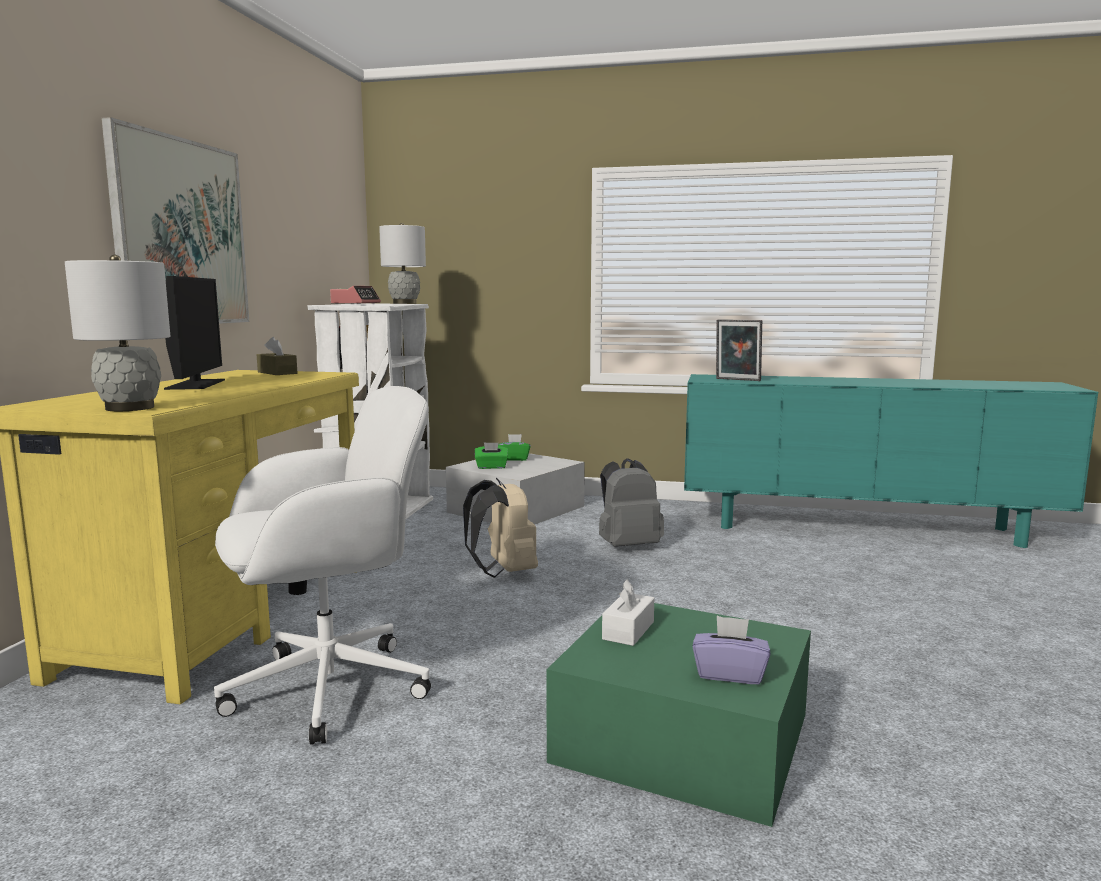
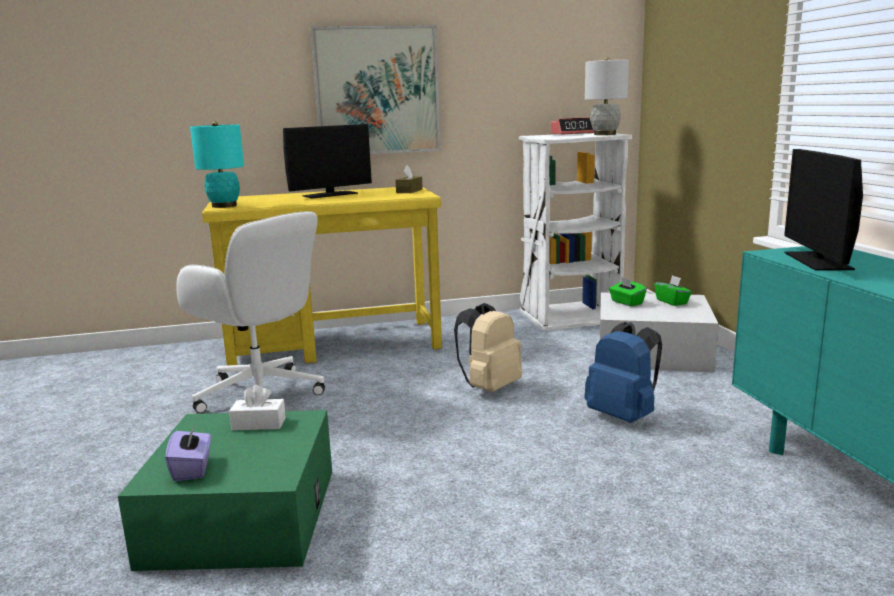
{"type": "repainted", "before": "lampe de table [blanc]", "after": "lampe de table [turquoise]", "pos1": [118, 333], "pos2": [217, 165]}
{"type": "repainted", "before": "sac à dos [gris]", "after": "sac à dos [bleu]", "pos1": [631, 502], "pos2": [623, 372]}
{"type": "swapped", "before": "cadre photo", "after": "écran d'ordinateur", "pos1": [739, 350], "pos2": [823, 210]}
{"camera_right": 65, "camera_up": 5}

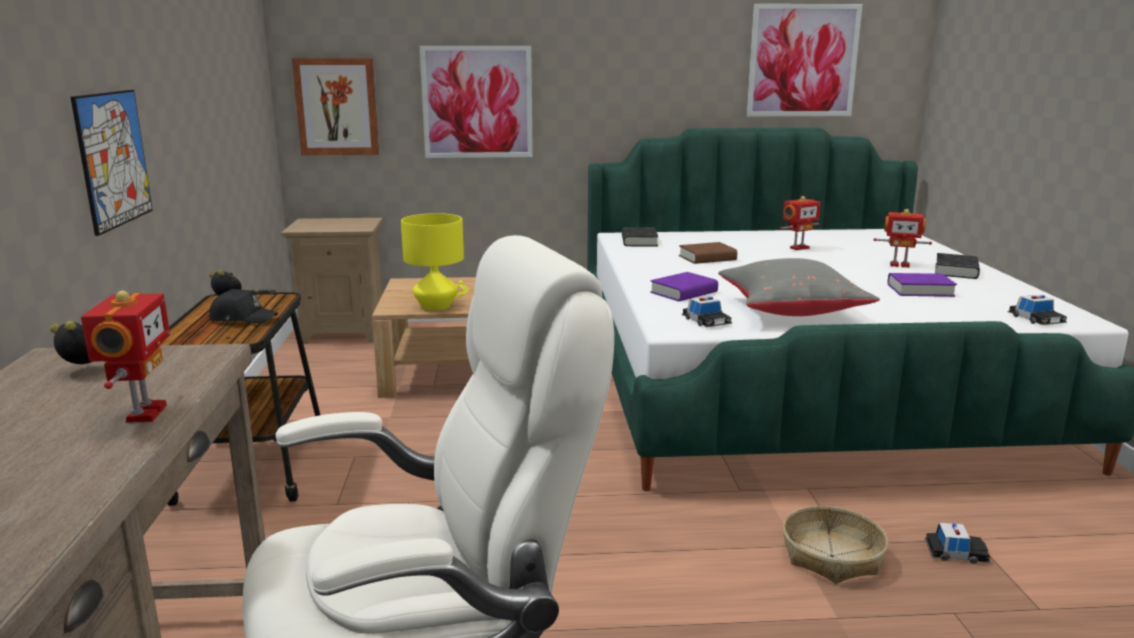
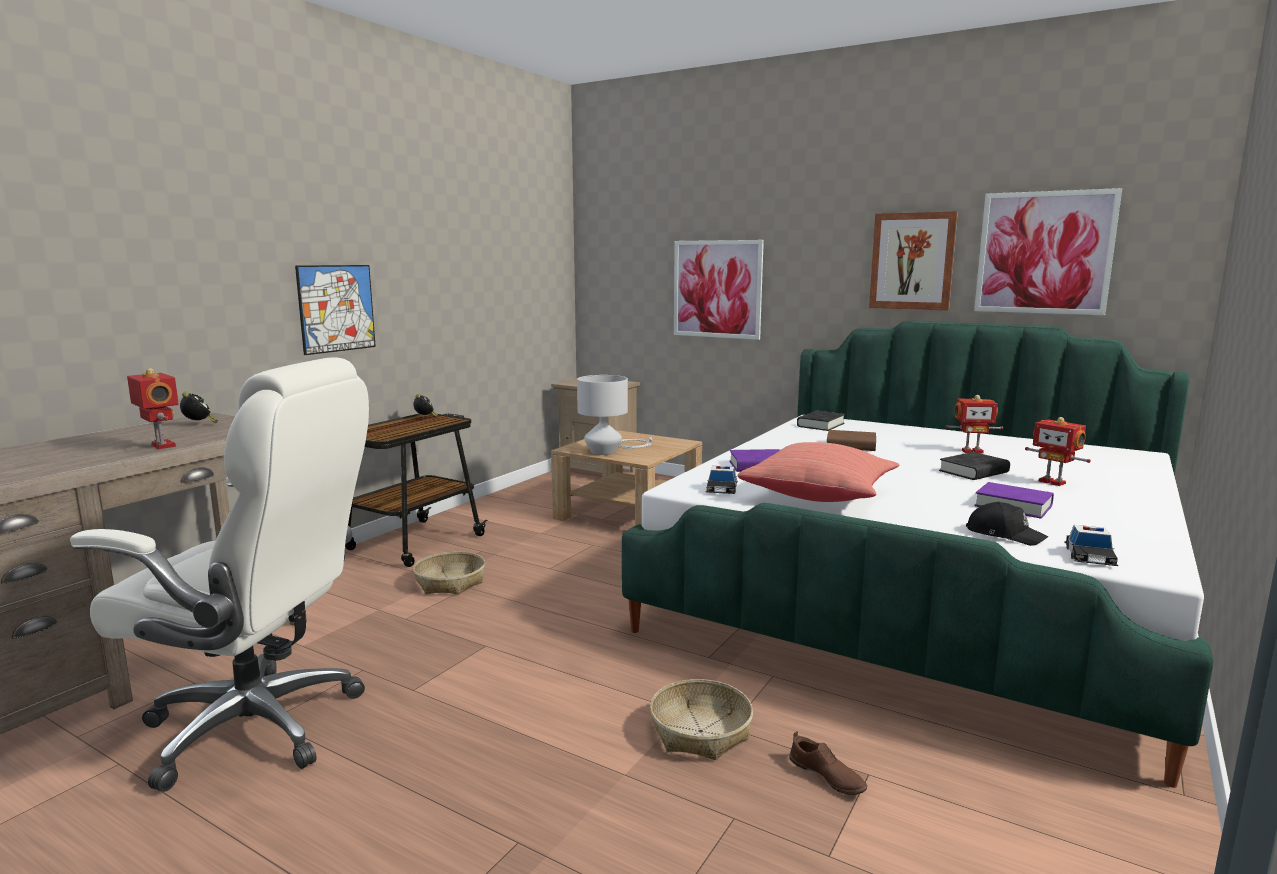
{"type": "rotated", "before": "robot jouet", "pos1": [125, 357], "pos2": [153, 408], "turn": -75}
{"type": "shifted", "before": "casquette [noir]", "pos1": [243, 306], "pos2": [1007, 524]}
{"type": "shifted", "before": "tableau", "pos1": [335, 106], "pos2": [913, 260]}
{"type": "repainted", "before": "lampe de table [jaune]", "after": "lampe de table [blanc]", "pos1": [435, 262], "pos2": [614, 415]}
{"type": "repainted", "before": "coussin [gris]", "after": "coussin [rouge]", "pos1": [799, 287], "pos2": [818, 472]}
{"type": "swapped", "before": "petite voiture", "after": "chaussure [marron]", "pos1": [957, 543], "pos2": [828, 763]}
{"type": "shifted", "before": "livre [noir]", "pos1": [957, 266], "pos2": [974, 466]}
{"type": "new", "after": "panier", "pos2": [449, 573]}
{"camera_right": 35, "camera_up": -5}

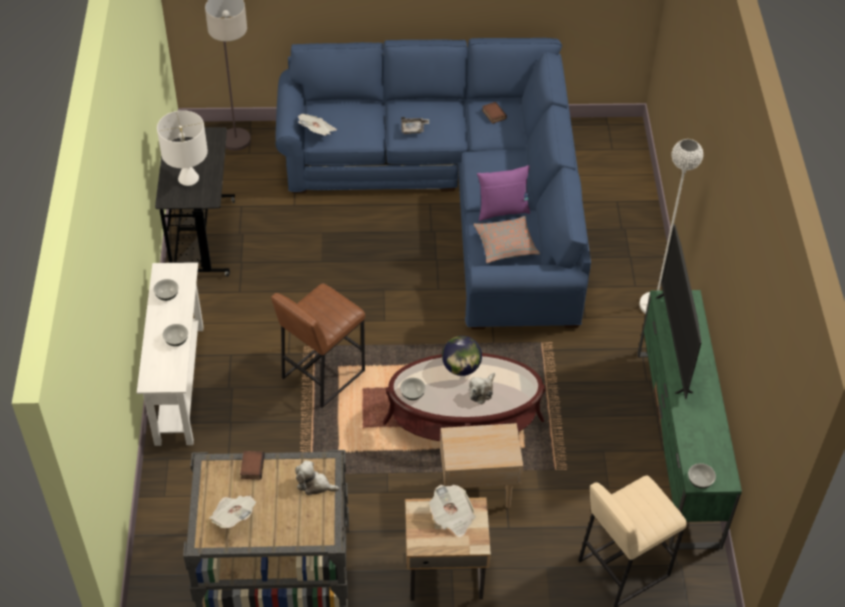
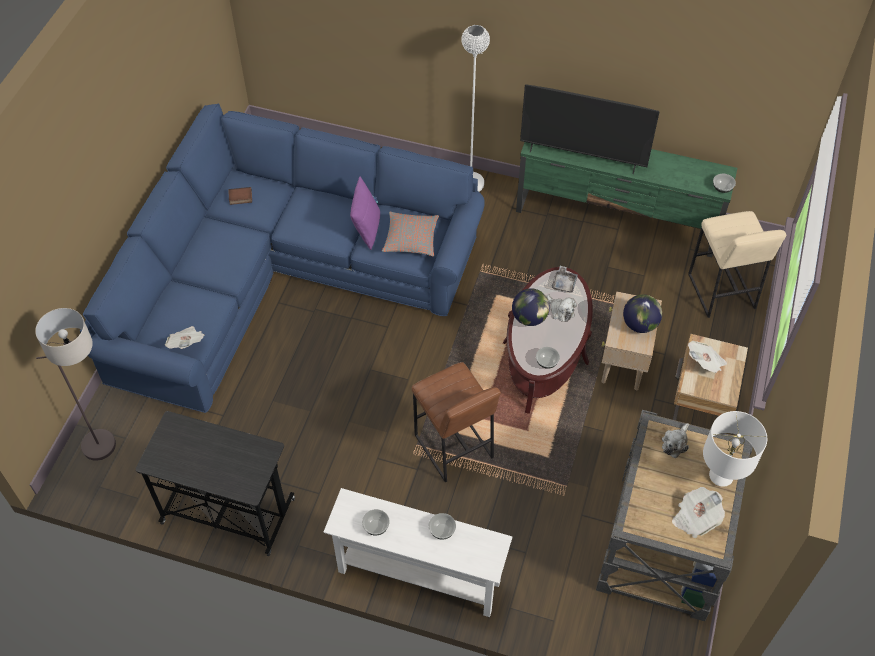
{"type": "shifted", "before": "lampe de table [blanc]", "pos1": [182, 148], "pos2": [735, 449]}
{"type": "gone", "before": "livre", "pos1": [252, 465]}
{"type": "shifted", "before": "plateau [gris]", "pos1": [415, 125], "pos2": [565, 279]}
{"type": "new", "after": "globe", "pos2": [642, 313]}
{"camera_right": -70, "camera_up": 5}

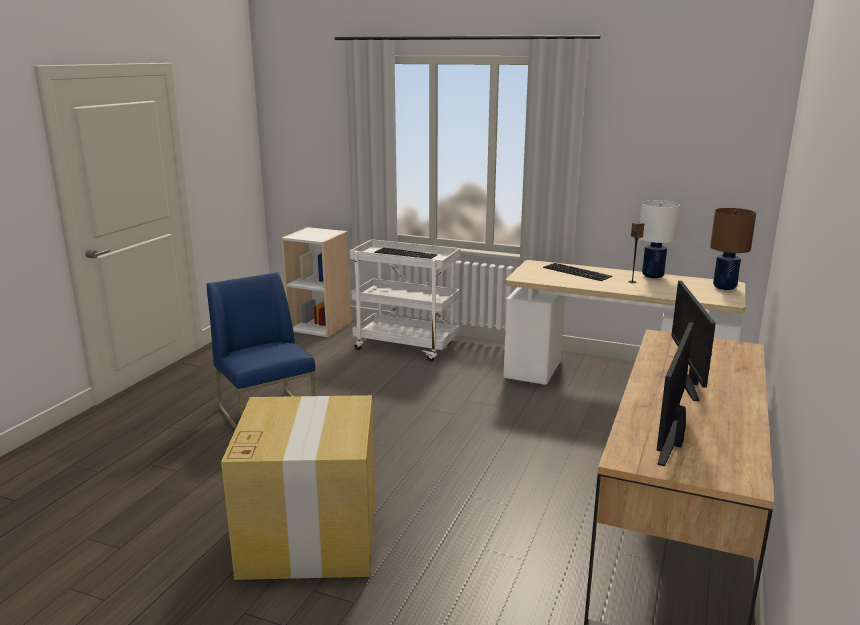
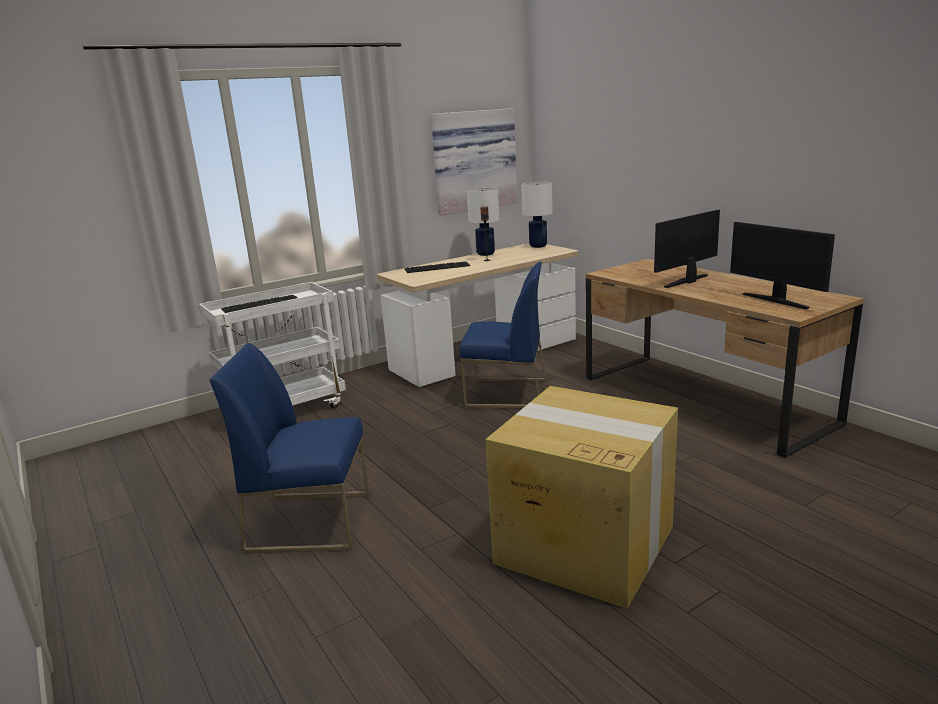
{"type": "gone", "before": "bibliothèque", "pos1": [316, 282]}
{"type": "rotated", "before": "écran d'ordinateur", "pos1": [693, 341], "pos2": [687, 249], "turn": 105}
{"type": "repainted", "before": "lampe de table [marron]", "after": "lampe de table [blanc]", "pos1": [733, 249], "pos2": [537, 215]}
{"type": "new", "after": "tableau", "pos2": [474, 161]}
{"type": "new", "after": "chaise [bleu]", "pos2": [503, 335]}
{"camera_right": -55, "camera_up": 0}

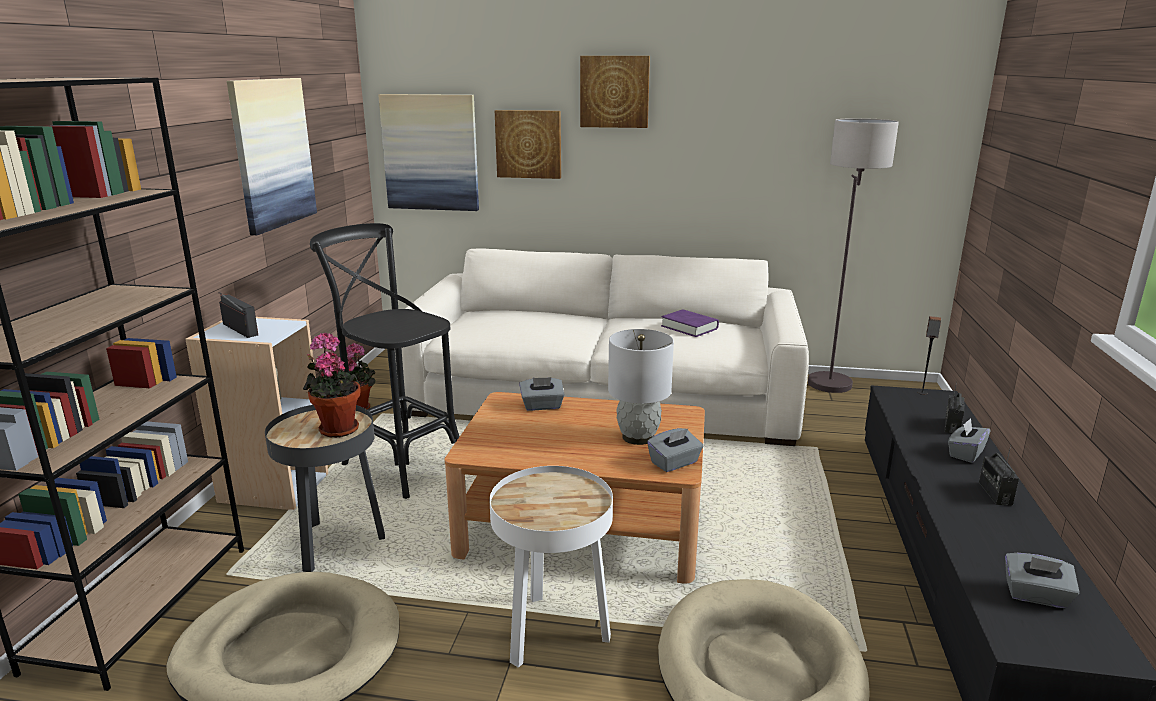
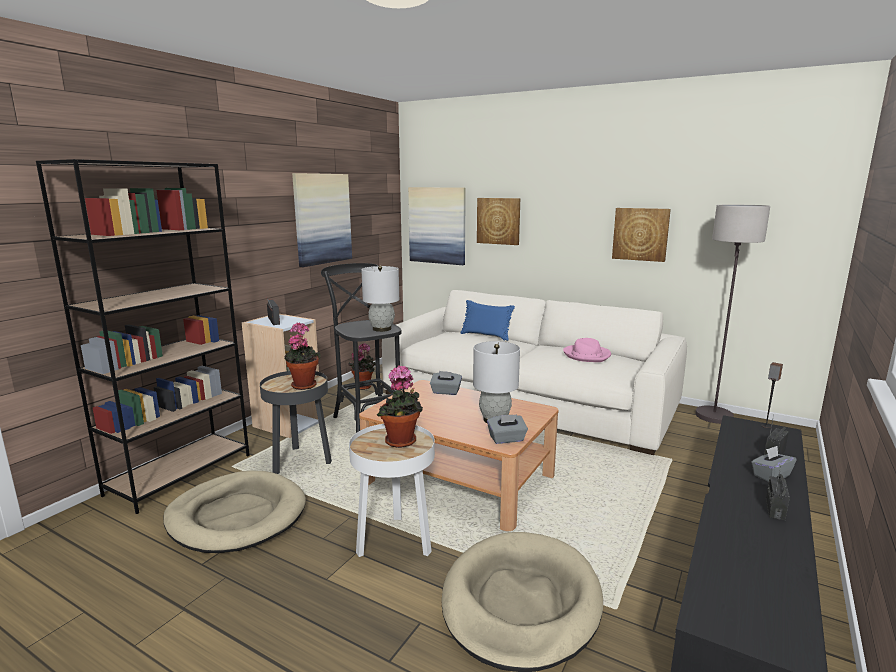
{"type": "shifted", "before": "tableau", "pos1": [615, 92], "pos2": [641, 235]}
{"type": "swapped", "before": "livre [violet]", "after": "chapeau [rose]", "pos1": [690, 323], "pos2": [587, 350]}
{"type": "gone", "before": "boîte à mouchoirs [gris]", "pos1": [1042, 580]}
{"type": "new", "after": "lampe de table [blanc]", "pos2": [380, 299]}
{"type": "new", "after": "plante en pot", "pos2": [400, 406]}
{"type": "new", "after": "coussin [bleu]", "pos2": [488, 320]}
{"camera_right": 20, "camera_up": -5}

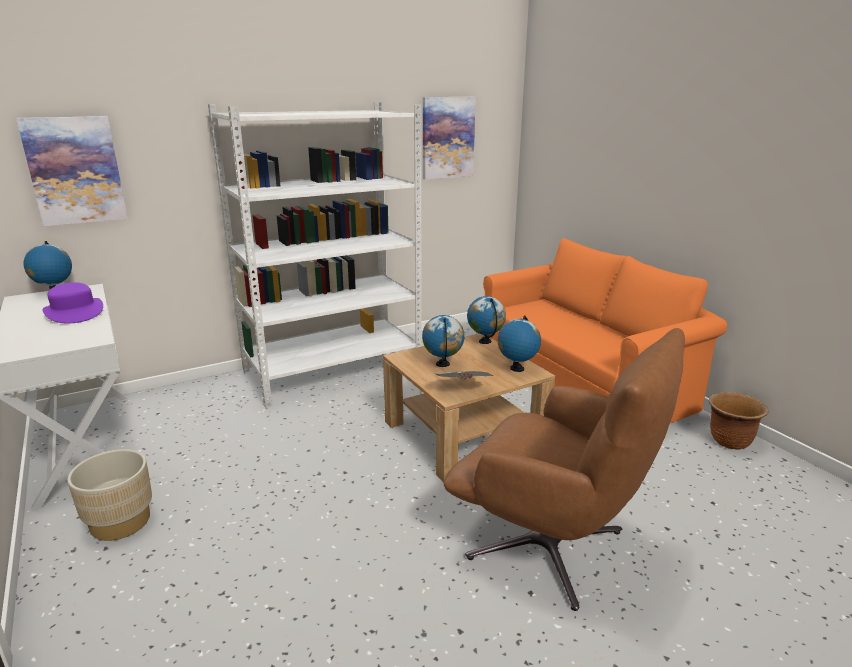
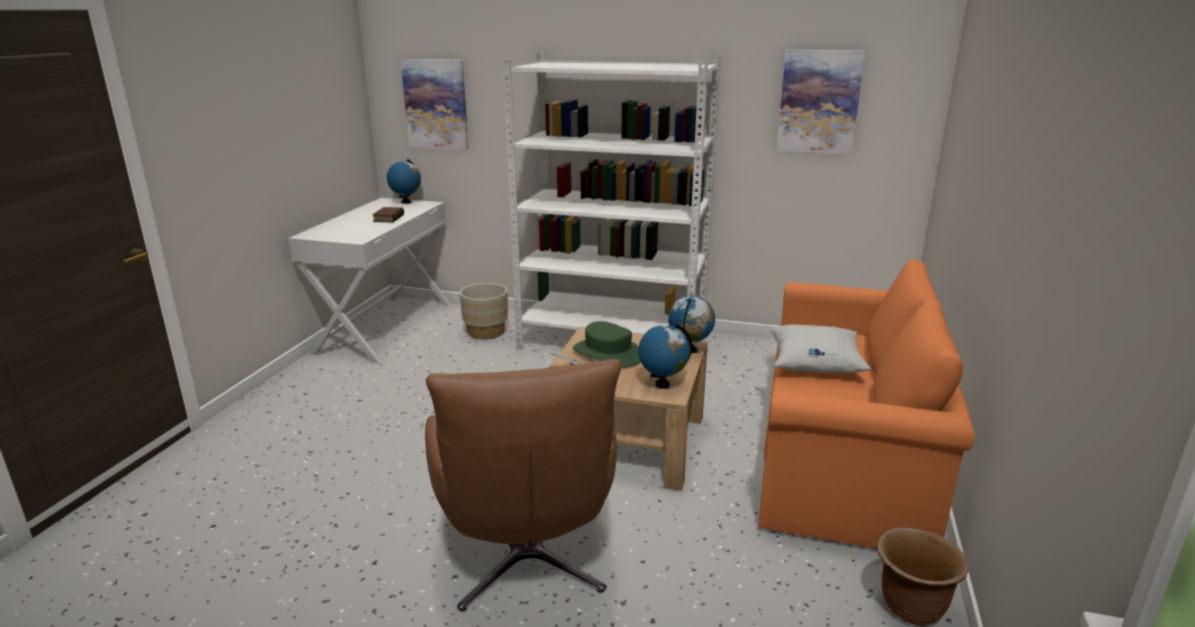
{"type": "swapped", "before": "chapeau [violet]", "after": "livre", "pos1": [72, 302], "pos2": [388, 214]}
{"type": "shifted", "before": "cache-pot [beige]", "pos1": [109, 495], "pos2": [484, 311]}
{"type": "swapped", "before": "globe", "after": "chapeau [vert]", "pos1": [443, 341], "pos2": [607, 344]}
{"type": "new", "after": "coussin [gris]", "pos2": [821, 349]}
{"camera_right": 45, "camera_up": 0}

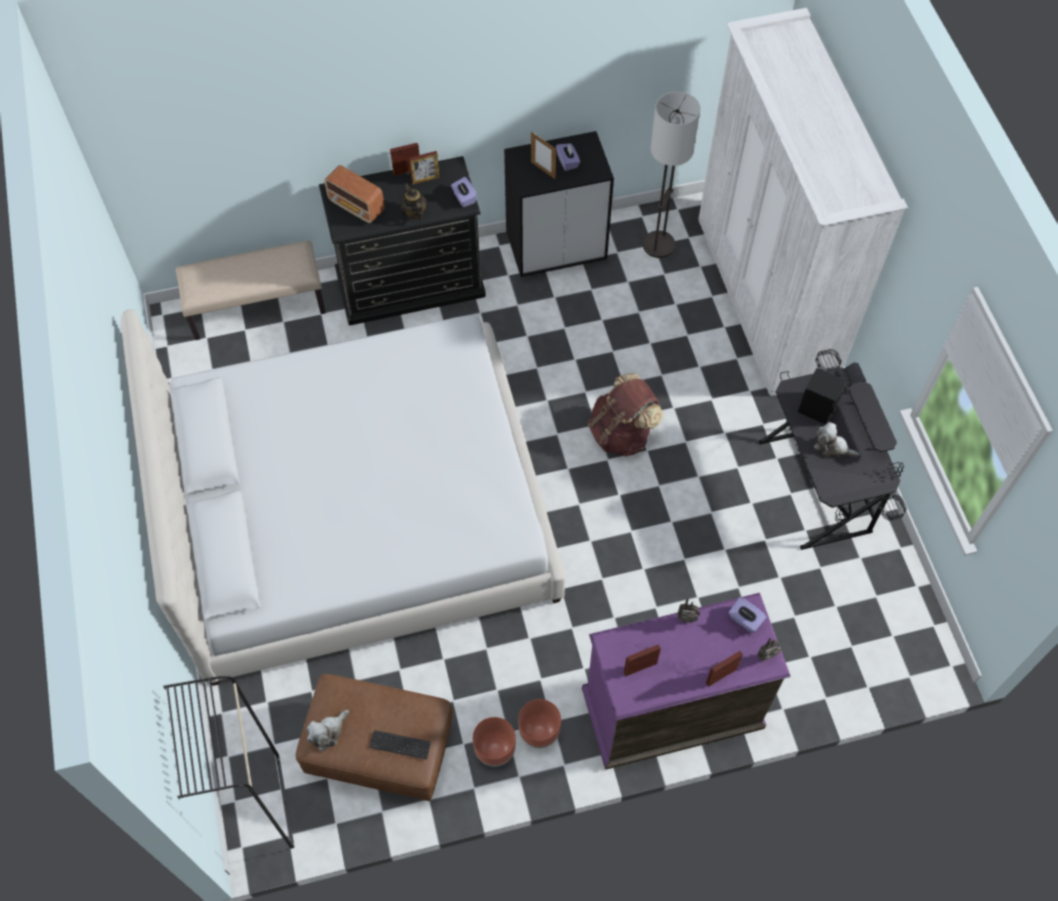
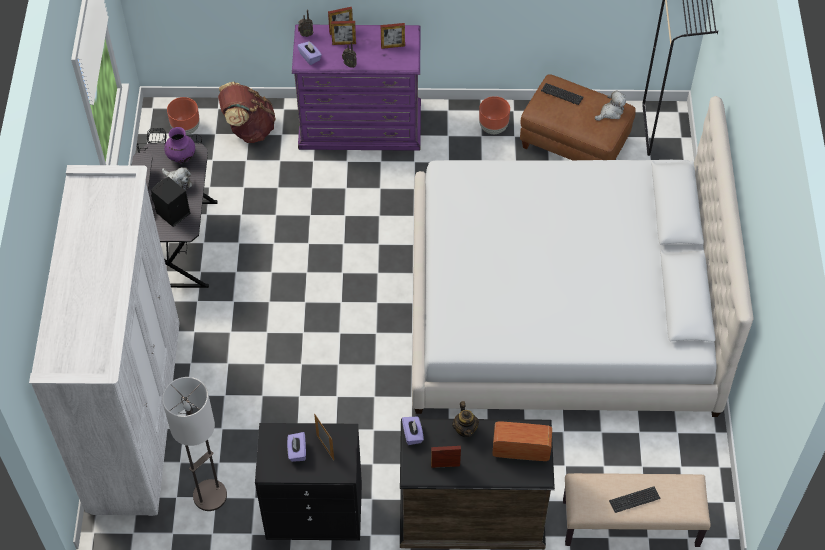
{"type": "rotated", "before": "radio", "pos1": [354, 194], "pos2": [522, 441], "turn": -45}
{"type": "shifted", "before": "cadre photo", "pos1": [404, 159], "pos2": [343, 33]}
{"type": "shifted", "before": "cache-pot [marron]", "pos1": [539, 723], "pos2": [183, 116]}
{"type": "shifted", "before": "sac à dos [marron]", "pos1": [625, 415], "pos2": [247, 112]}
{"type": "new", "after": "vase [violet]", "pos2": [179, 145]}
{"type": "new", "after": "clavier", "pos2": [634, 499]}
{"camera_right": -165, "camera_up": -5}

